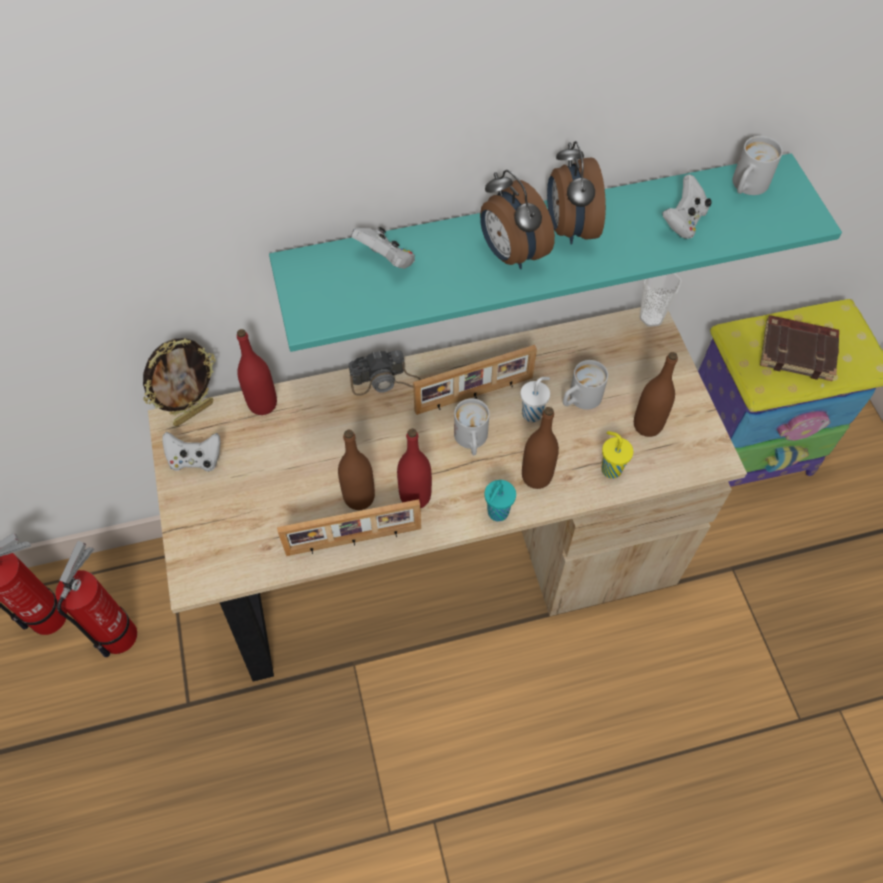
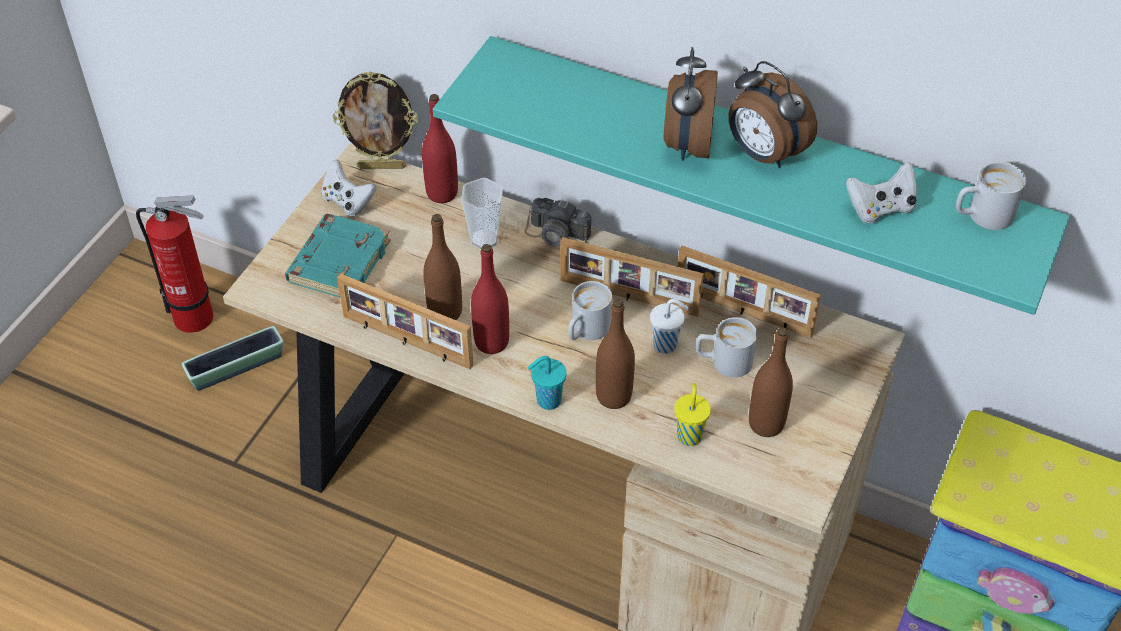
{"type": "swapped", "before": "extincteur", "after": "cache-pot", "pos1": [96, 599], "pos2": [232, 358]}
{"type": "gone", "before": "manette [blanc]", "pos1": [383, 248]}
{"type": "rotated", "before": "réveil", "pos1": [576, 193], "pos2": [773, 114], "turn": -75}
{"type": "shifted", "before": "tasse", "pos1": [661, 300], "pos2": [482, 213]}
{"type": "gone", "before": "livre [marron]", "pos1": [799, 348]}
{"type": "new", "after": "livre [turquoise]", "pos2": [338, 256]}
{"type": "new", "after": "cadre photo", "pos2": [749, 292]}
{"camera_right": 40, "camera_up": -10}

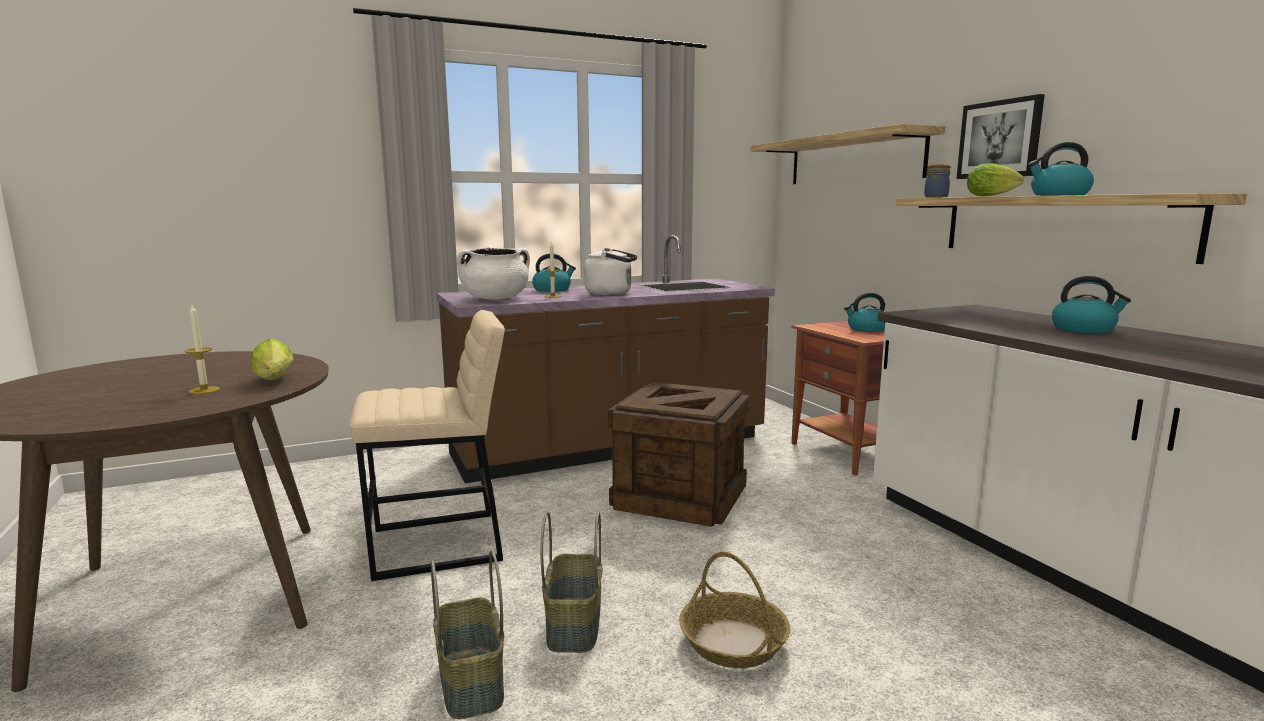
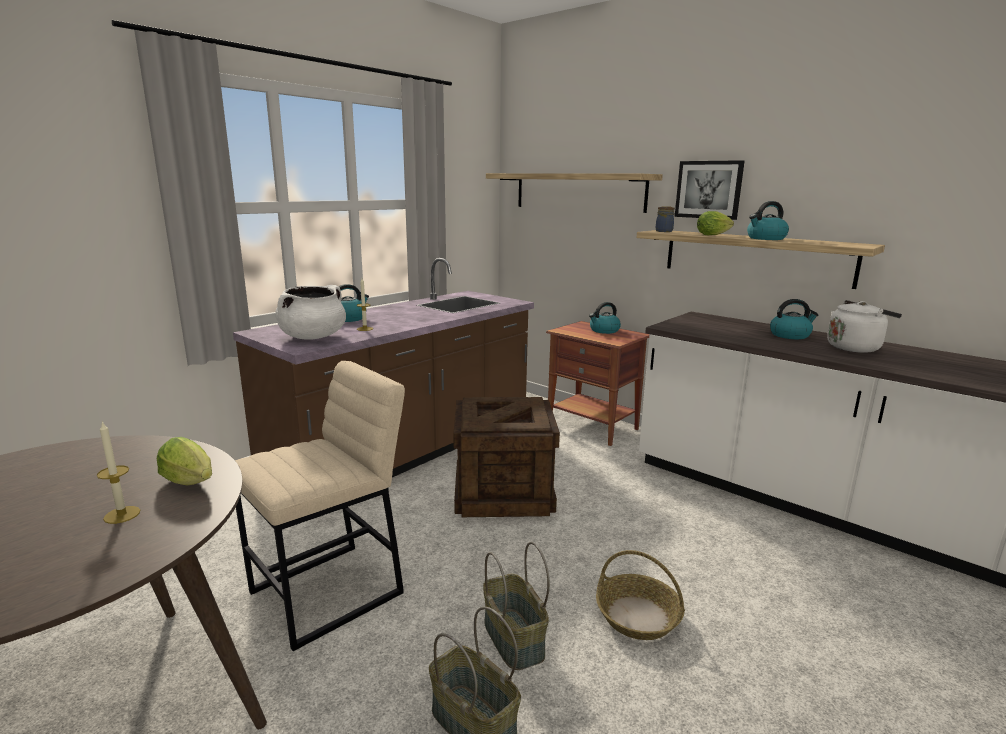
{"type": "shifted", "before": "bouilloire [blanc]", "pos1": [610, 271], "pos2": [864, 326]}
{"camera_right": -25, "camera_up": 5}

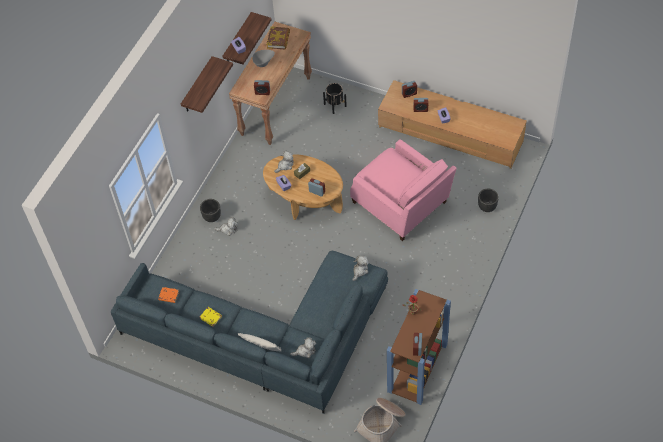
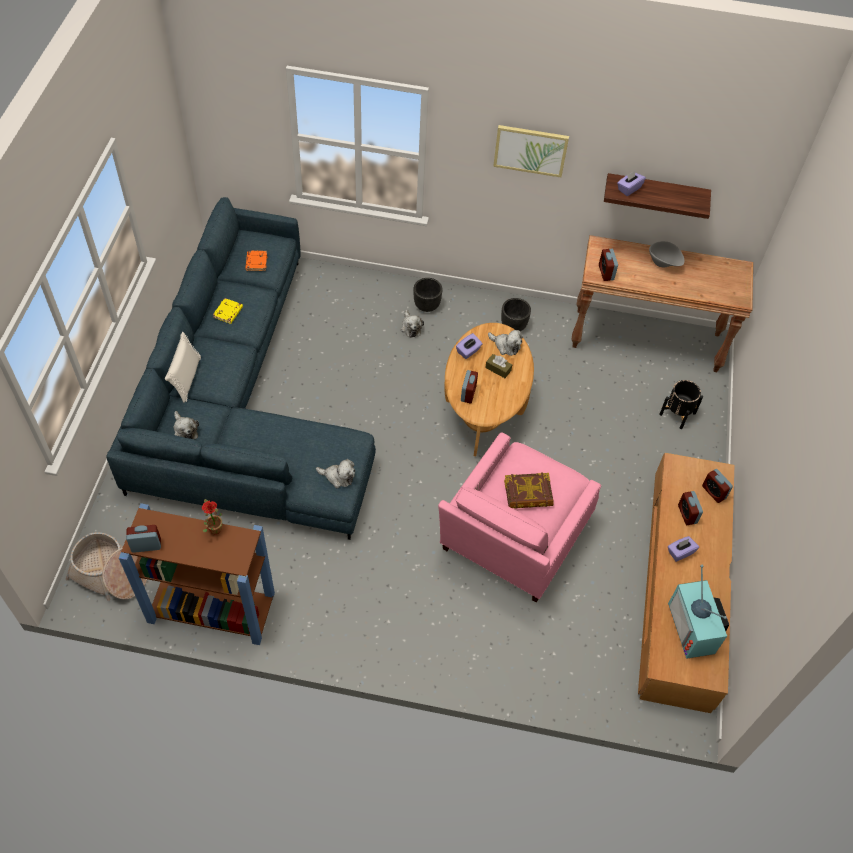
{"type": "swapped", "before": "étagère", "after": "tableau", "pos1": [207, 84], "pos2": [531, 151]}
{"type": "shifted", "before": "livre", "pos1": [278, 37], "pos2": [529, 490]}
{"type": "shifted", "before": "cache-pot [noir]", "pos1": [488, 200], "pos2": [516, 314]}
{"type": "new", "after": "téléviseur", "pos2": [698, 612]}
{"camera_right": 70, "camera_up": 0}

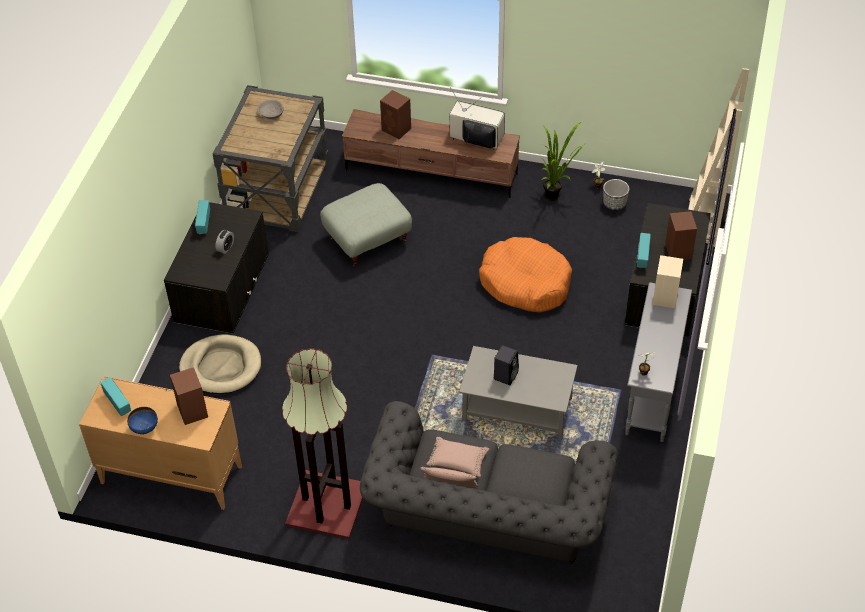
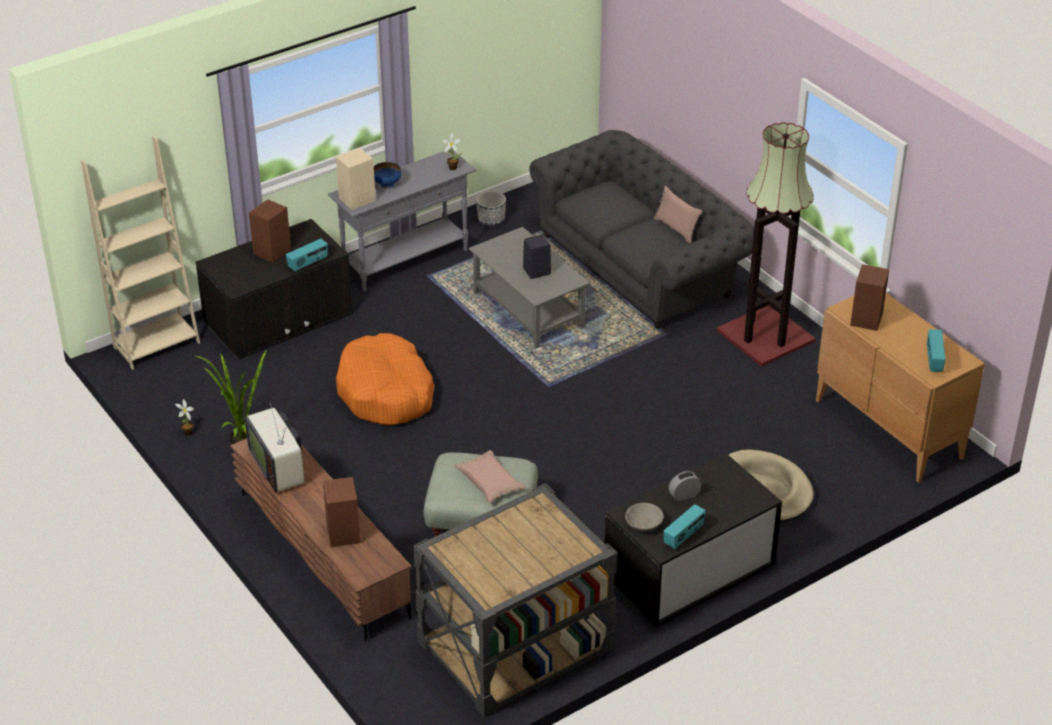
{"type": "shifted", "before": "bol [bleu]", "pos1": [142, 420], "pos2": [388, 175]}
{"type": "shifted", "before": "bol [gris]", "pos1": [270, 109], "pos2": [644, 517]}
{"type": "shifted", "before": "coussin [beige]", "pos1": [457, 457], "pos2": [490, 476]}
{"type": "shifted", "before": "cache-pot", "pos1": [616, 194], "pos2": [491, 208]}
{"camera_right": -140, "camera_up": -10}

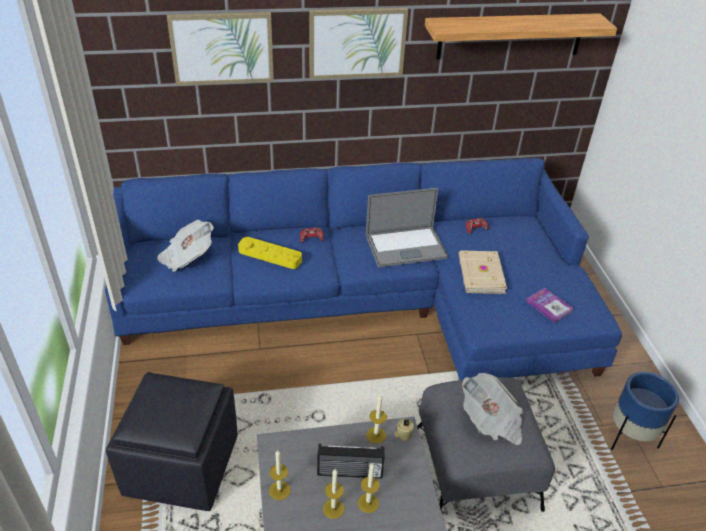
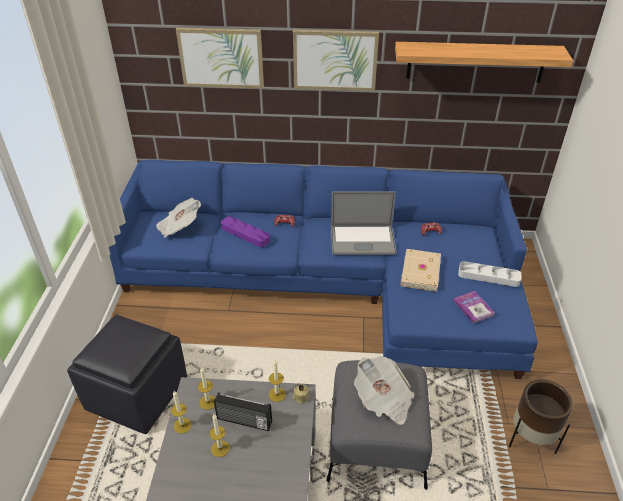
{"type": "repainted", "before": "plateau [jaune]", "after": "plateau [violet]", "pos1": [270, 253], "pos2": [245, 231]}
{"type": "shifted", "before": "bougie", "pos1": [369, 488], "pos2": [206, 388]}
{"type": "repainted", "before": "cache-pot [bleu]", "after": "cache-pot [marron]", "pos1": [645, 411], "pos2": [541, 416]}
{"type": "new", "after": "plateau [blanc]", "pos2": [489, 274]}
{"camera_right": 15, "camera_up": 0}

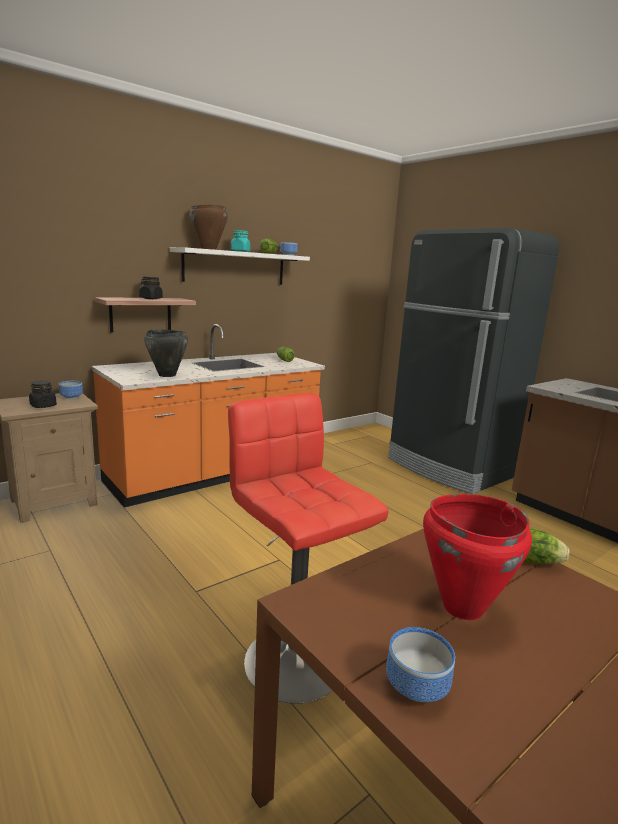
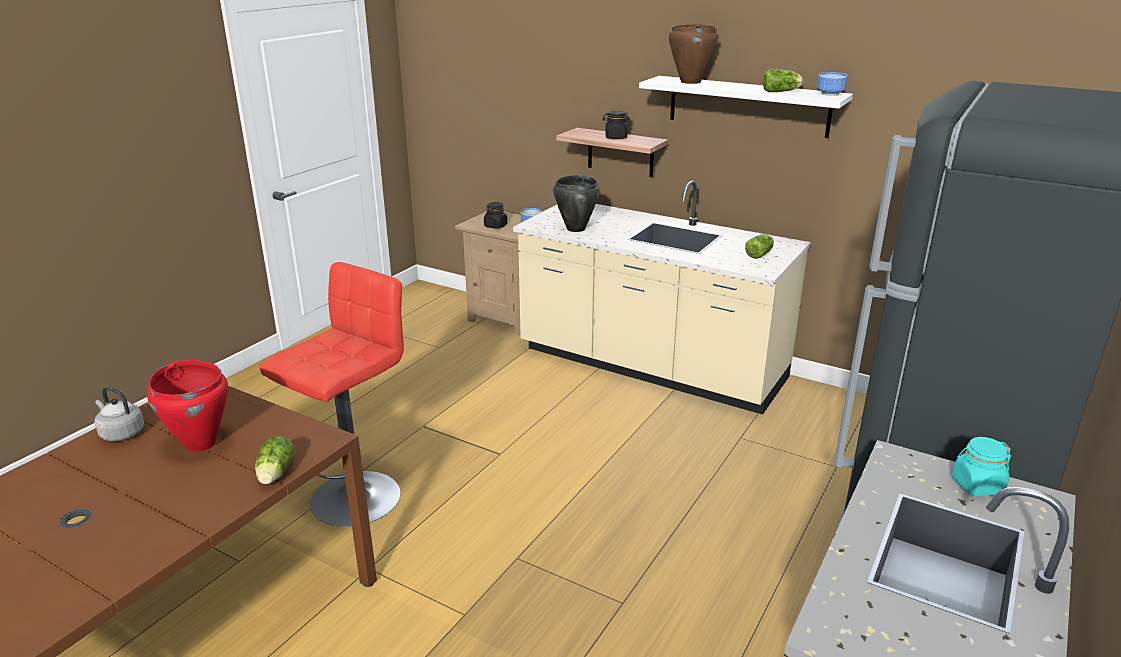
{"type": "repainted", "before": "comptoir de cuisine [orange]", "after": "comptoir de cuisine [beige]", "pos1": [208, 416], "pos2": [662, 298]}
{"type": "shifted", "before": "bocal [turquoise]", "pos1": [240, 241], "pos2": [981, 467]}
{"type": "swapped", "before": "bol", "after": "bouilloire [gris]", "pos1": [420, 664], "pos2": [119, 414]}
{"camera_right": 70, "camera_up": 10}

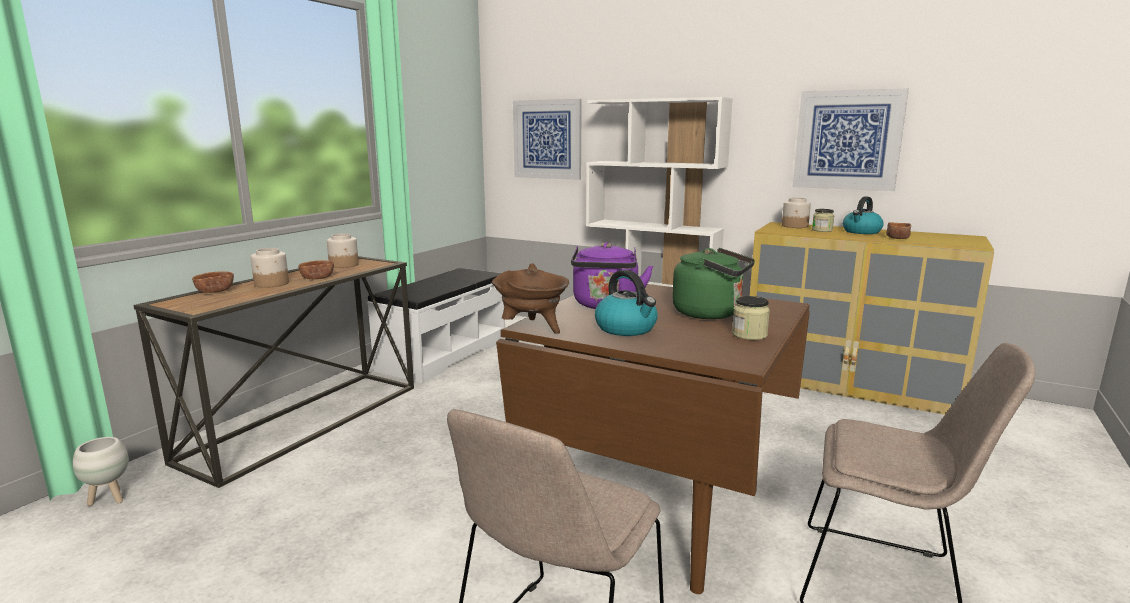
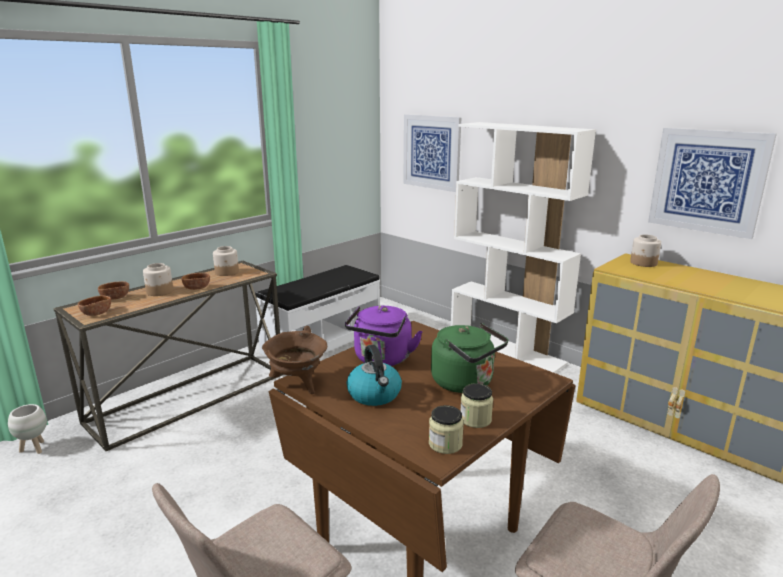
{"type": "shifted", "before": "bocal", "pos1": [823, 220], "pos2": [446, 429]}
{"type": "gone", "before": "bouilloire", "pos1": [863, 215]}
{"type": "shifted", "before": "bol [marron]", "pos1": [898, 230], "pos2": [94, 305]}
{"camera_right": 15, "camera_up": 5}

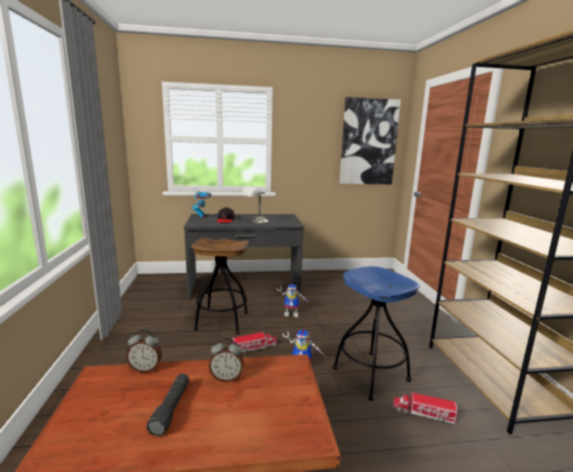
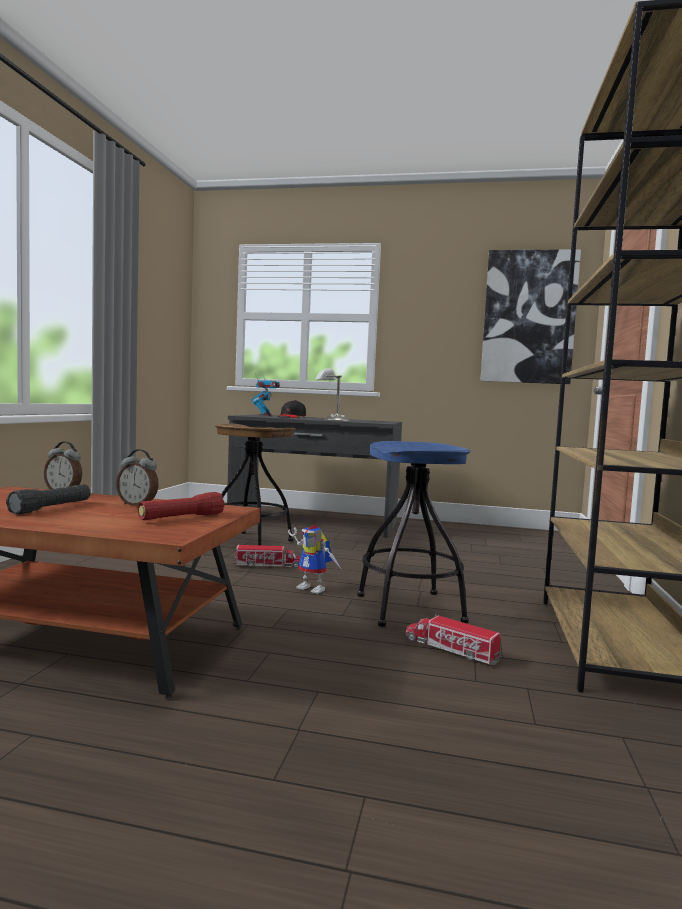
{"type": "gone", "before": "robot jouet", "pos1": [292, 300]}
{"type": "new", "after": "lampe de poche [rouge]", "pos2": [181, 506]}
{"camera_right": 20, "camera_up": -10}

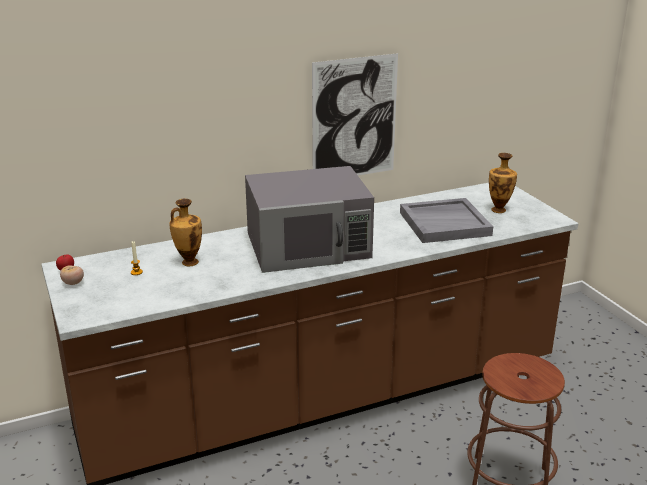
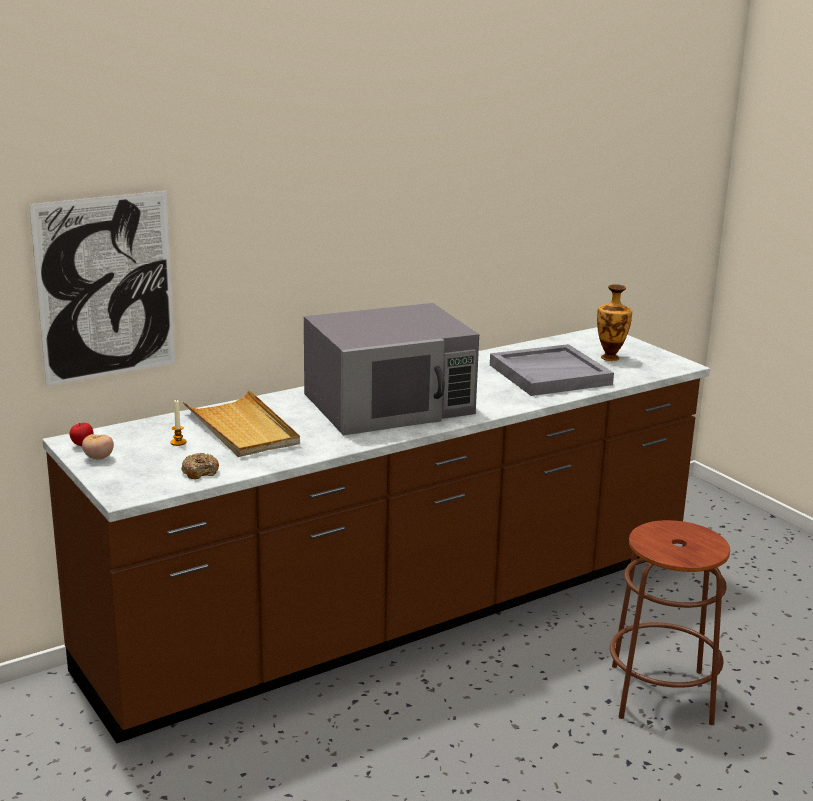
{"type": "swapped", "before": "vase", "after": "plateau [beige]", "pos1": [185, 232], "pos2": [241, 423]}
{"type": "shifted", "before": "tableau", "pos1": [355, 114], "pos2": [102, 288]}
{"type": "new", "after": "beignet", "pos2": [200, 466]}
{"camera_right": -10, "camera_up": -5}

